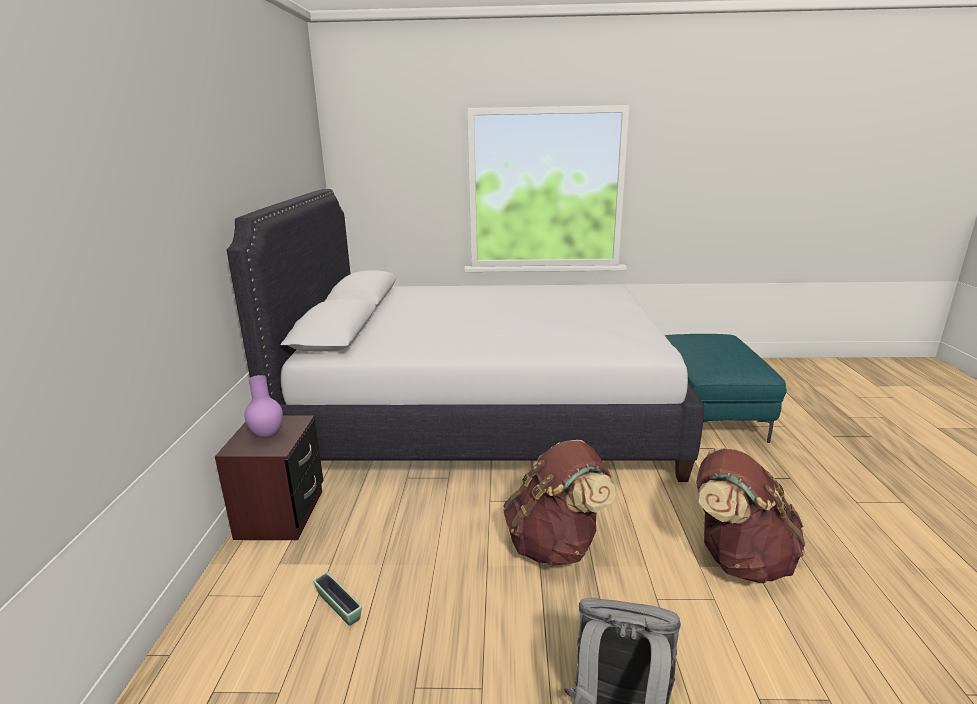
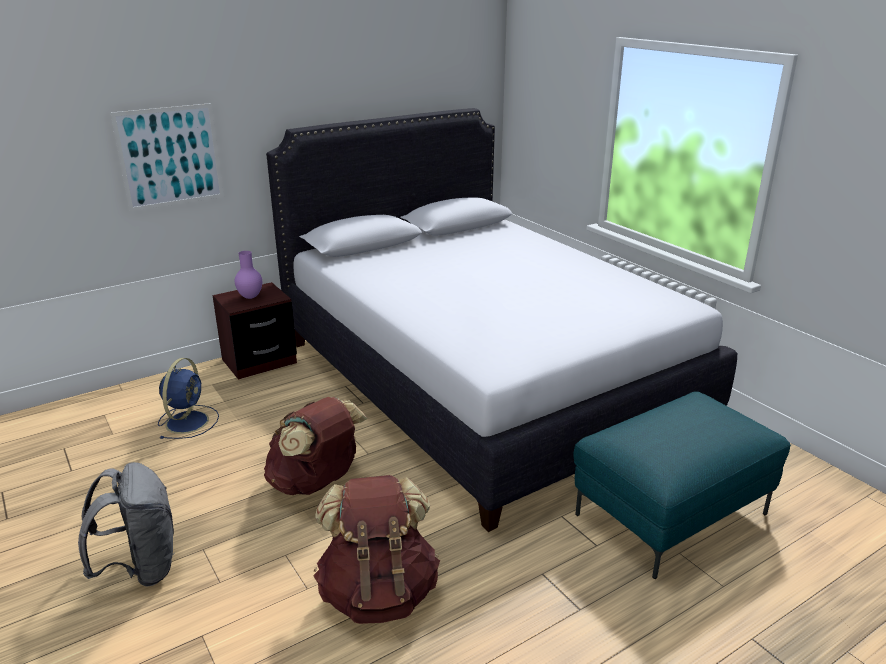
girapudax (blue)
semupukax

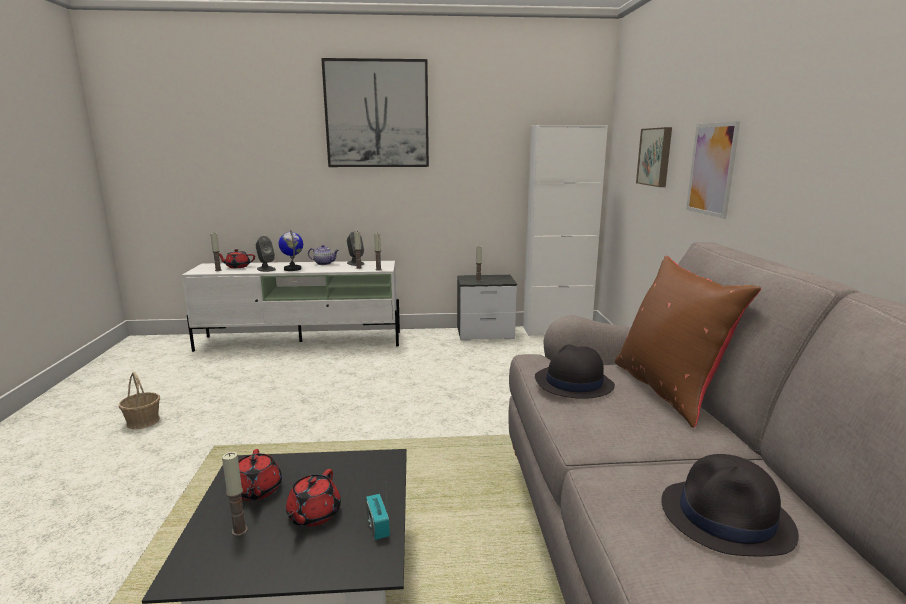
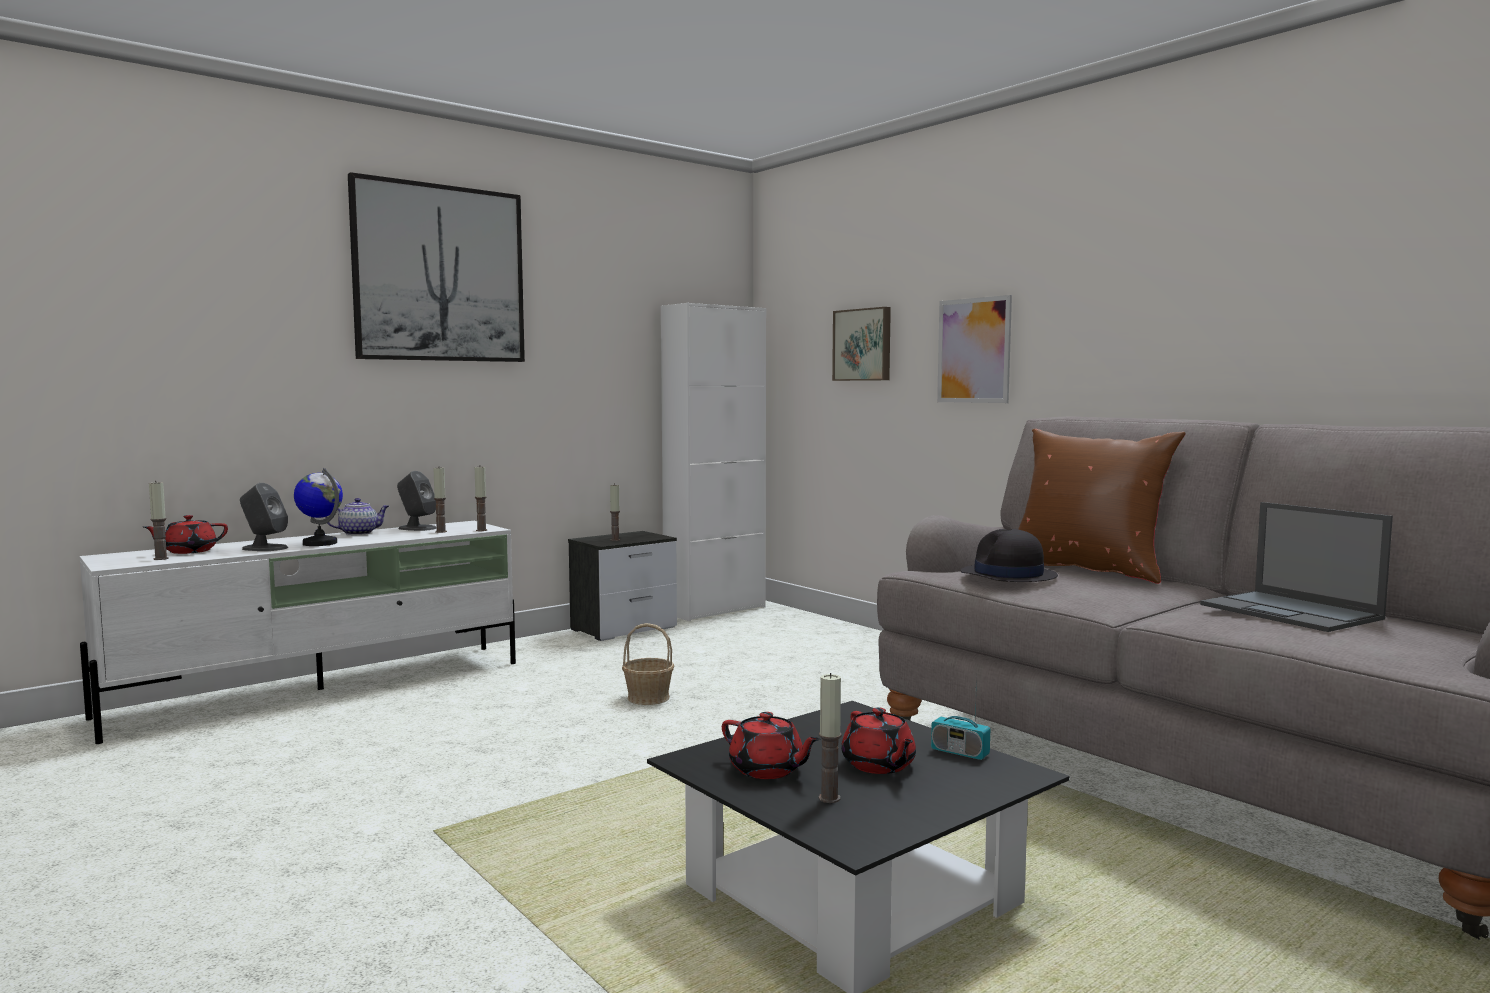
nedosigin
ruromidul

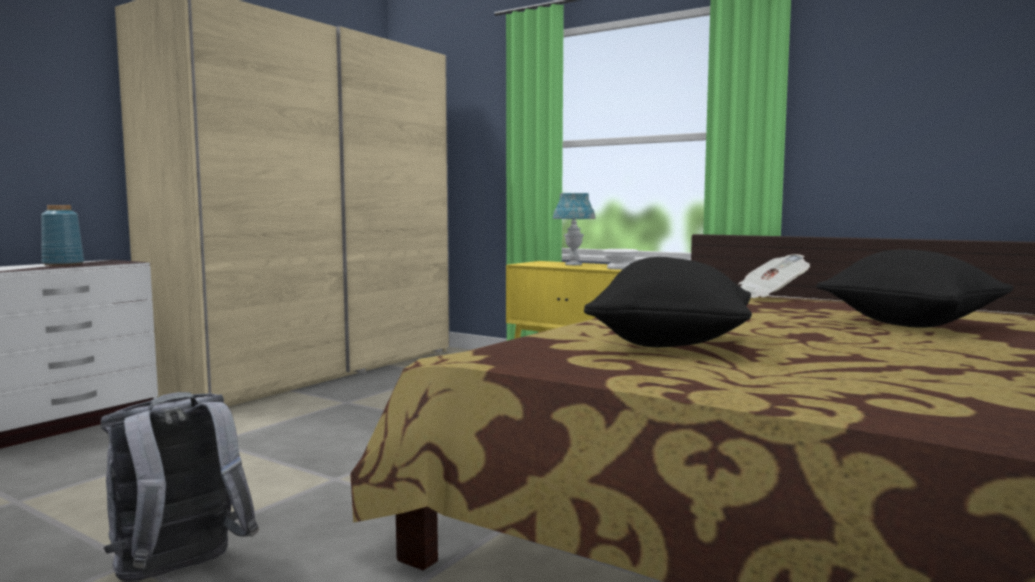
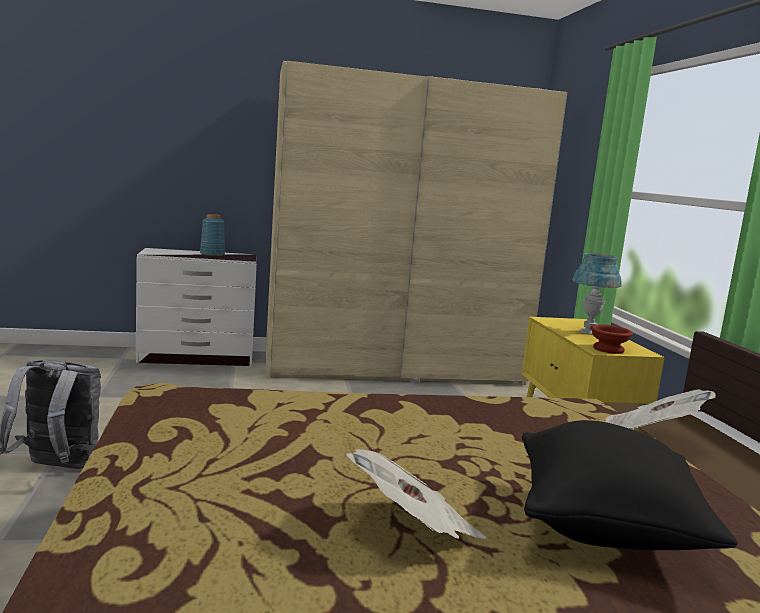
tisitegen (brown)
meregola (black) (1st from left in the first image)
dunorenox (1st from left)

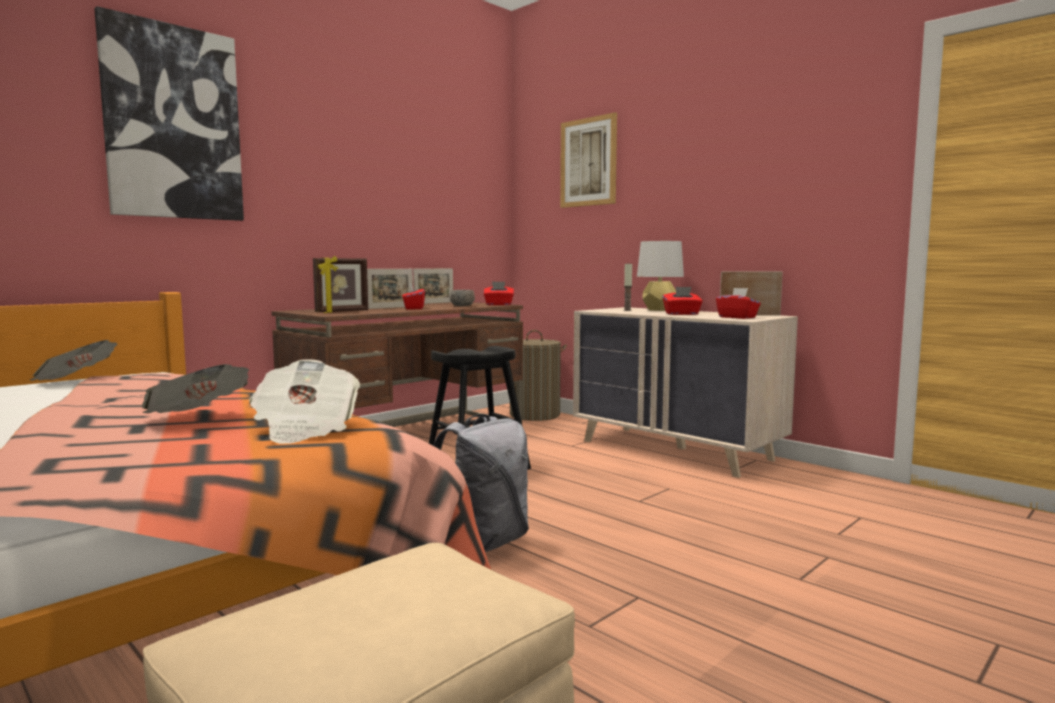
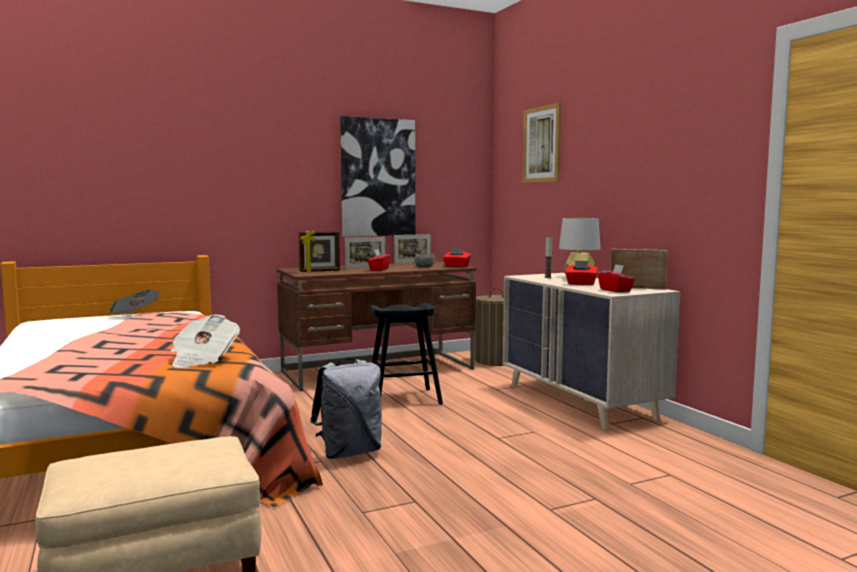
semupukax (1st from left)
dunorenox (2nd from left in the first image)

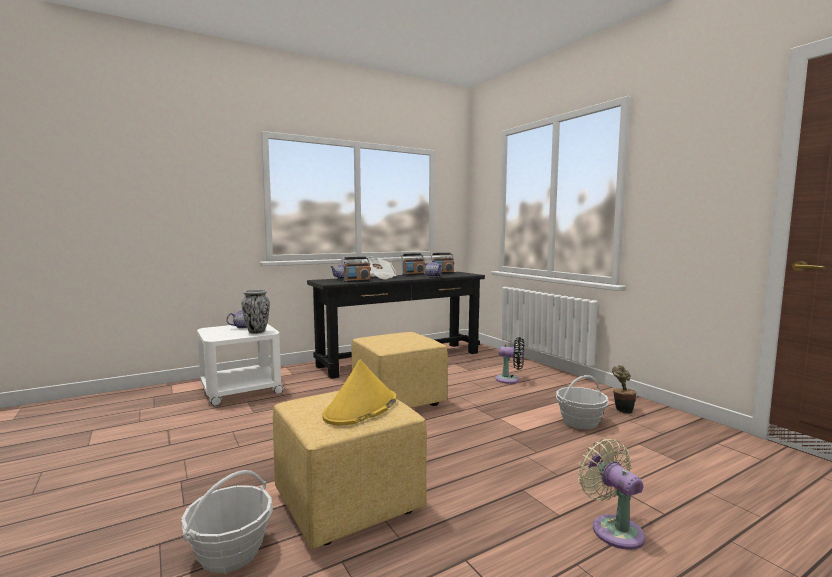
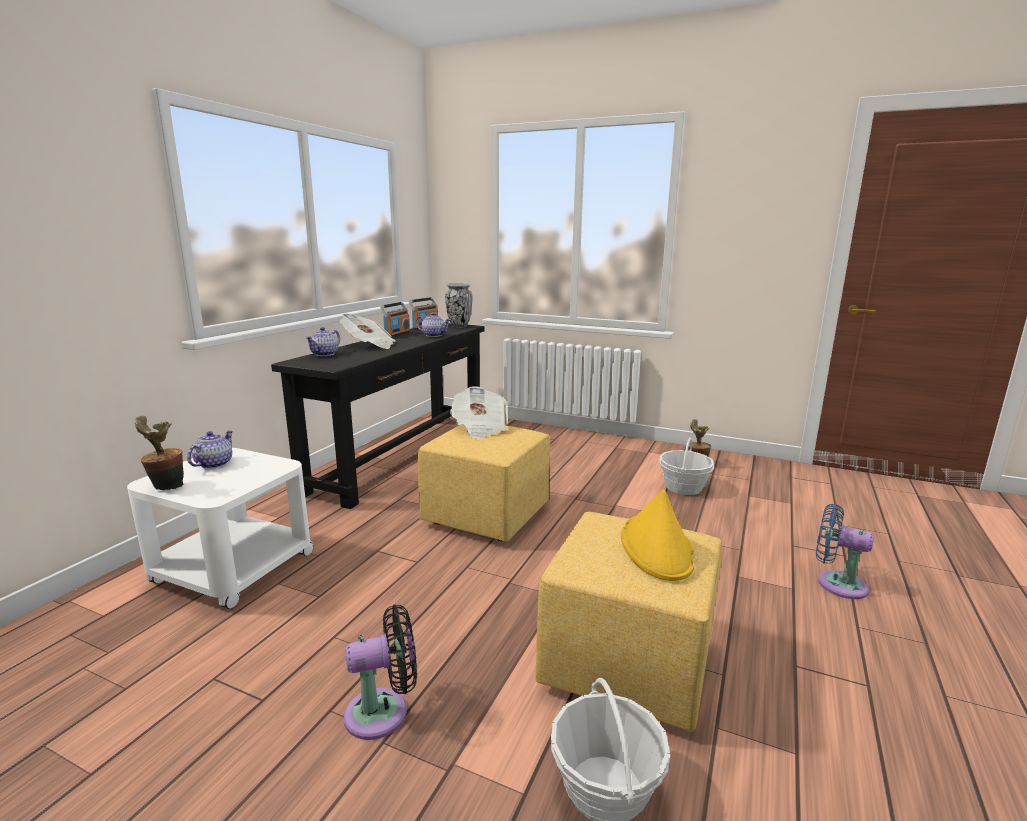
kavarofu (1st from left in the first image)
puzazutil
girapudax (black)
girapudax (blue)
dunorenox (2nd from left)
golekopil (1st from left)

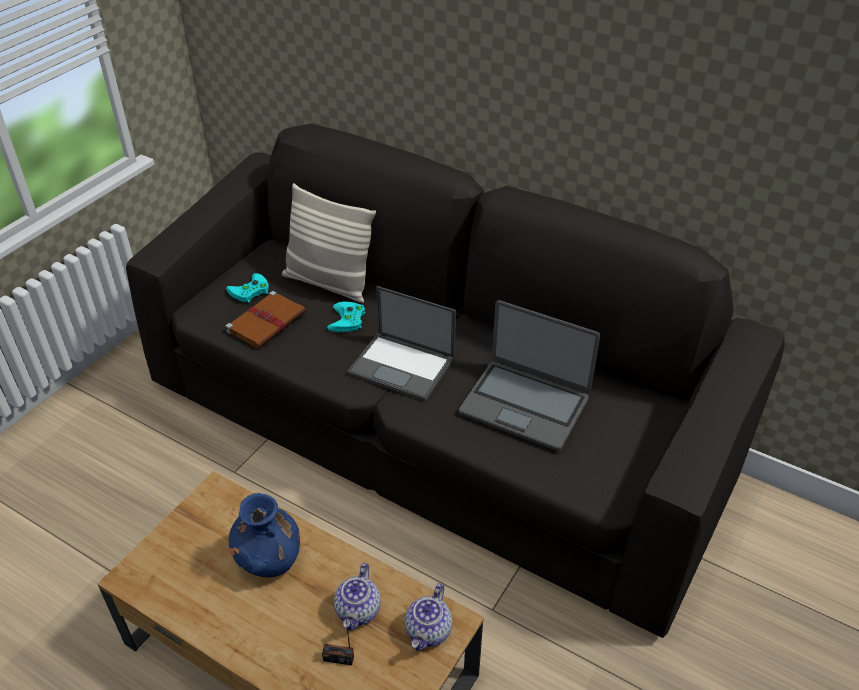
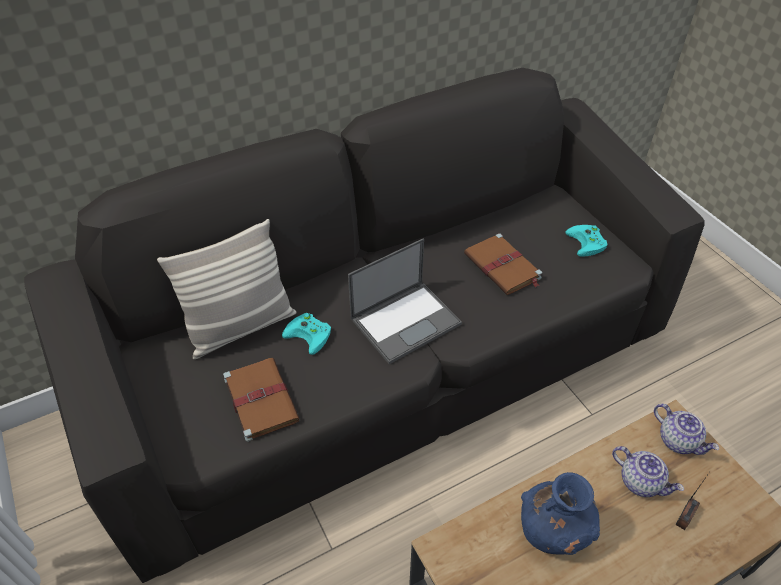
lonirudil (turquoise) (2nd from left)
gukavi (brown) (2nd from left)

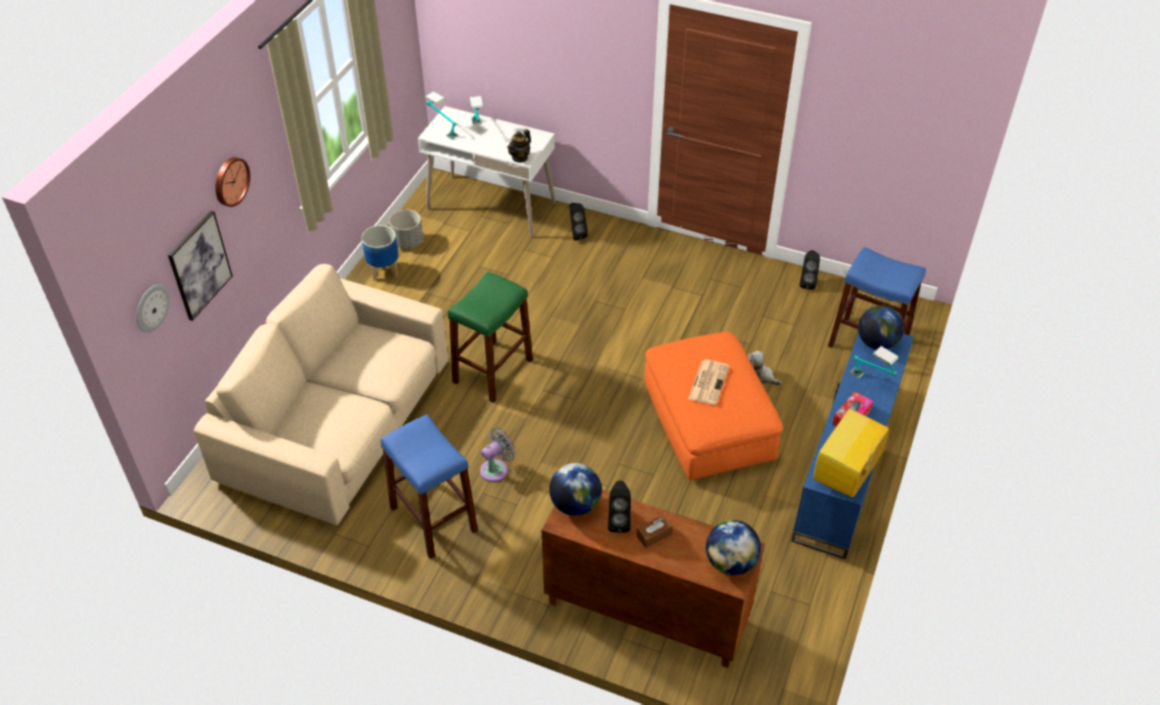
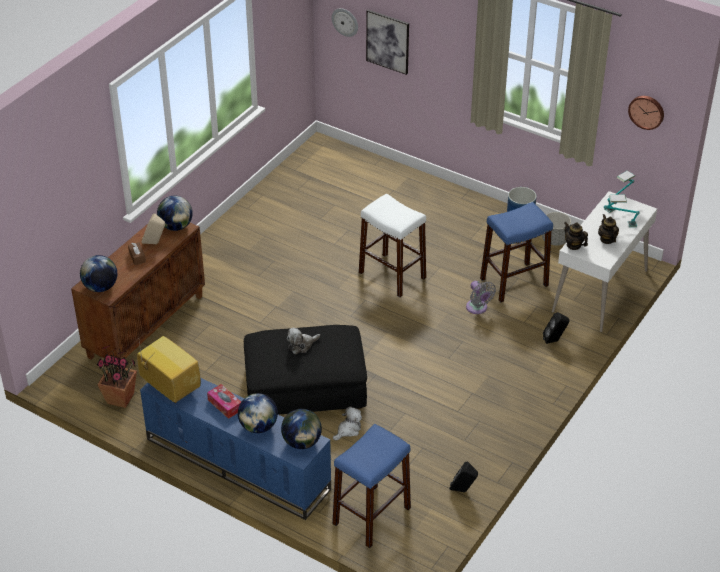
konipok (2nd from left)
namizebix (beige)
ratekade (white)
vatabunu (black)
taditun (3rd from left)
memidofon (1st from left)
ratekade (blue) (2nd from left)
girapudax (grey)
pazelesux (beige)
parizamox (2nd from left)
golekopil

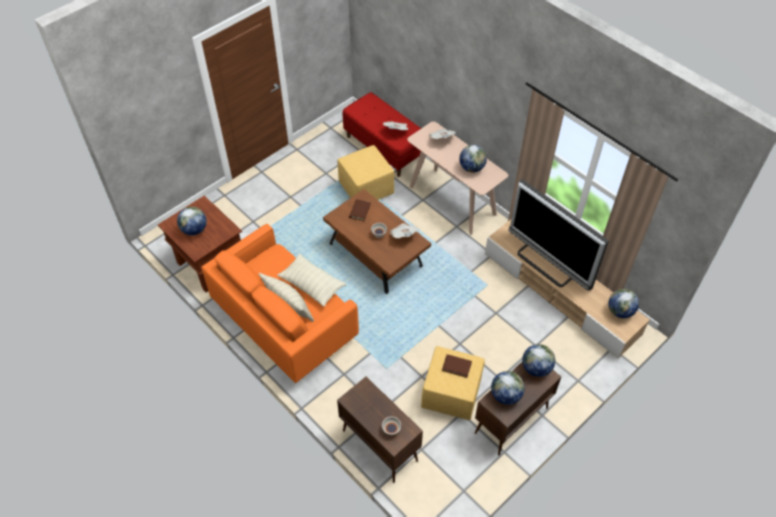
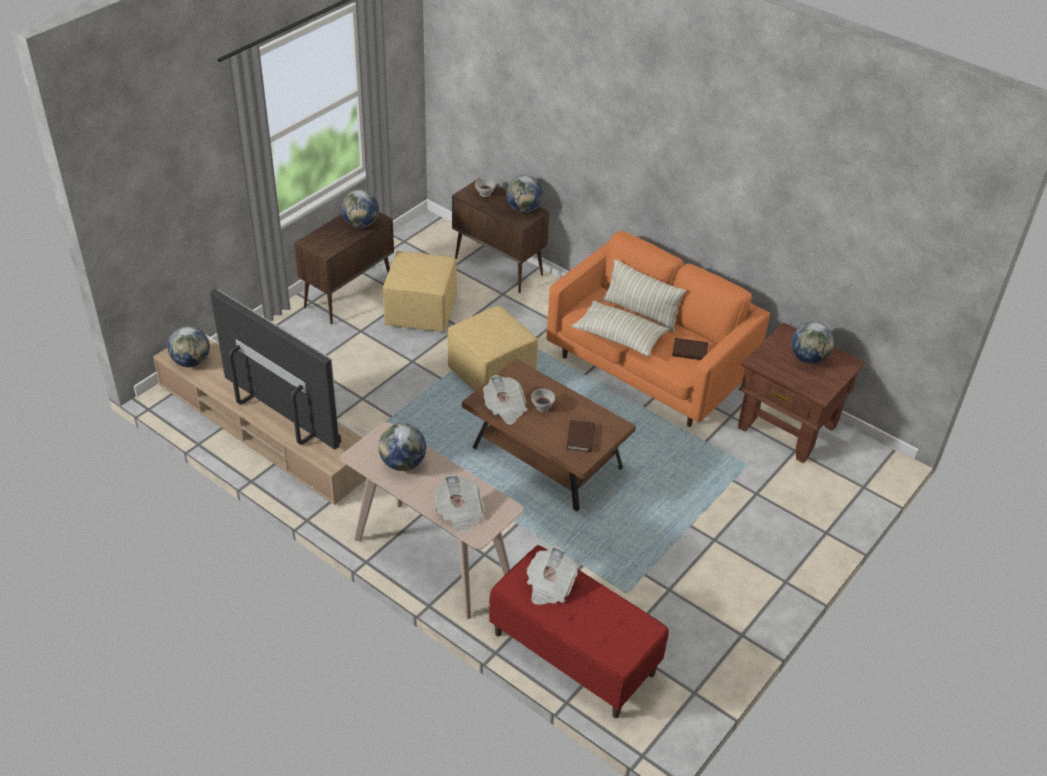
vatabunu (yellow) (2nd from left)
taditun (4th from left)
gukavi (brown) (2nd from left)

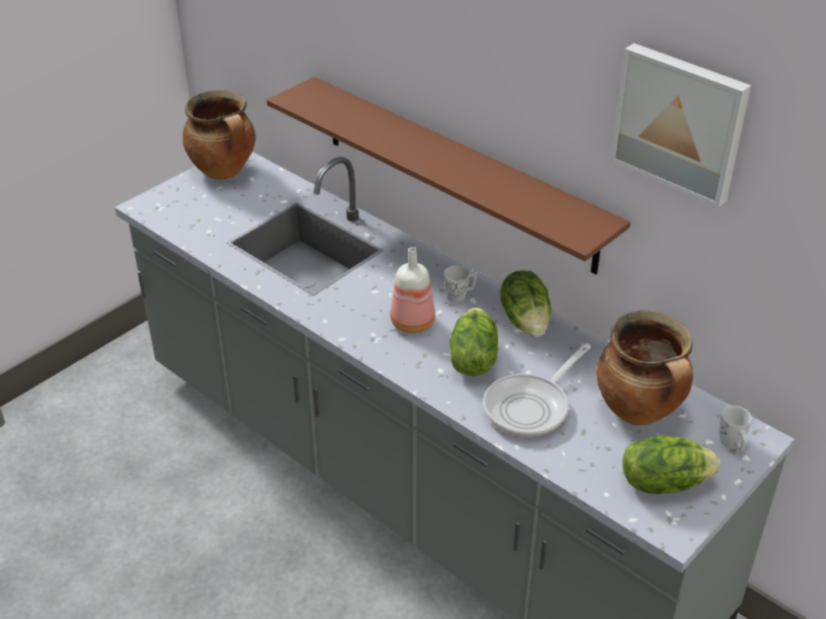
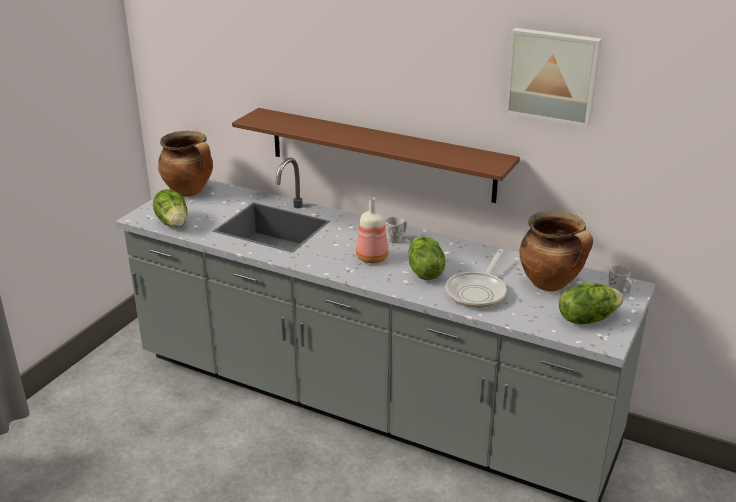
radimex (1st from left)

